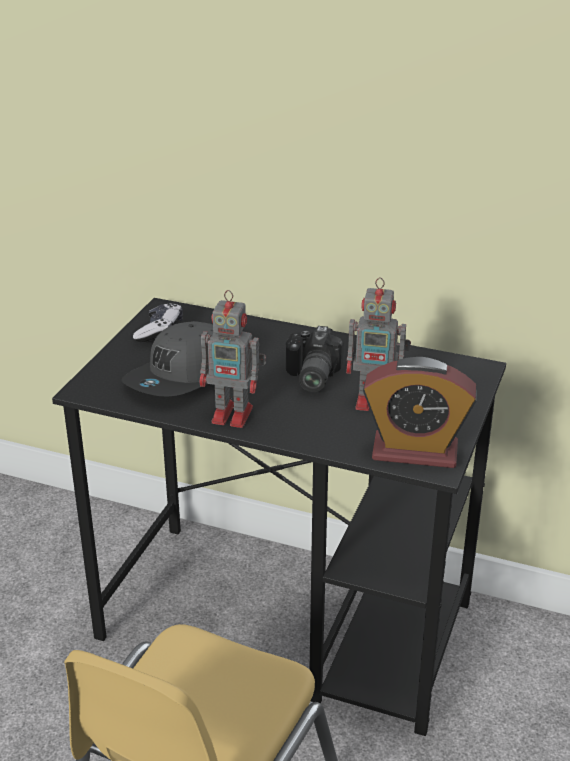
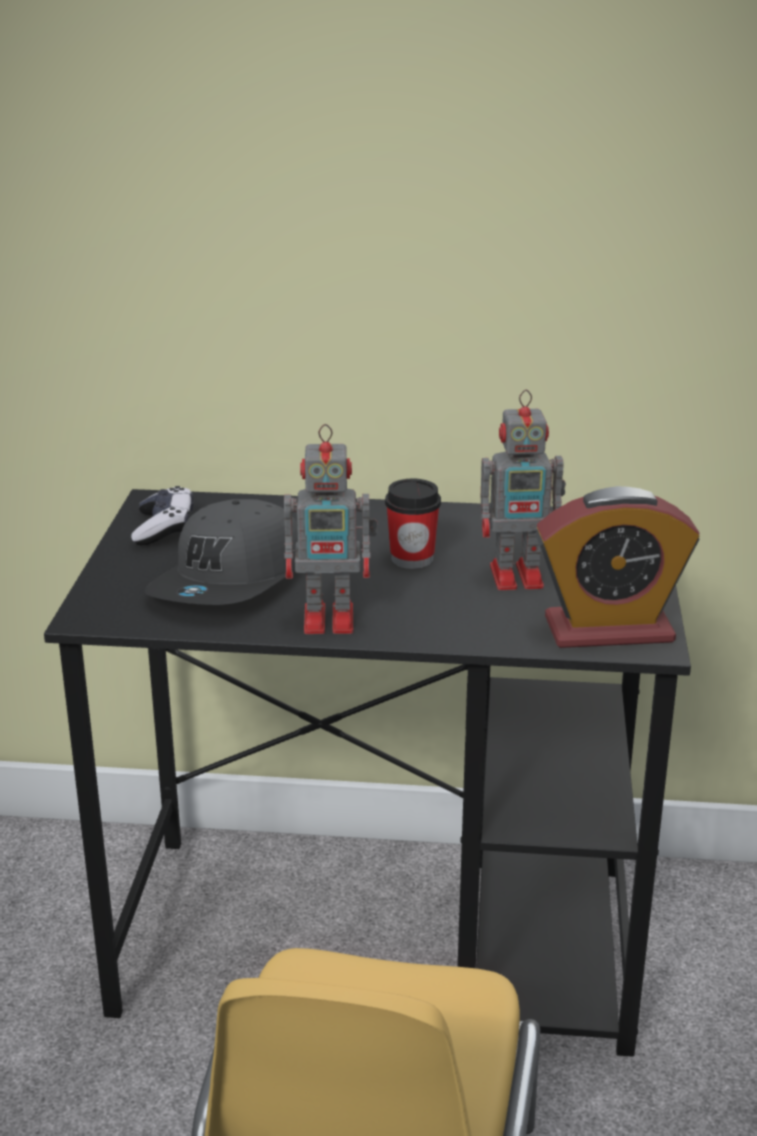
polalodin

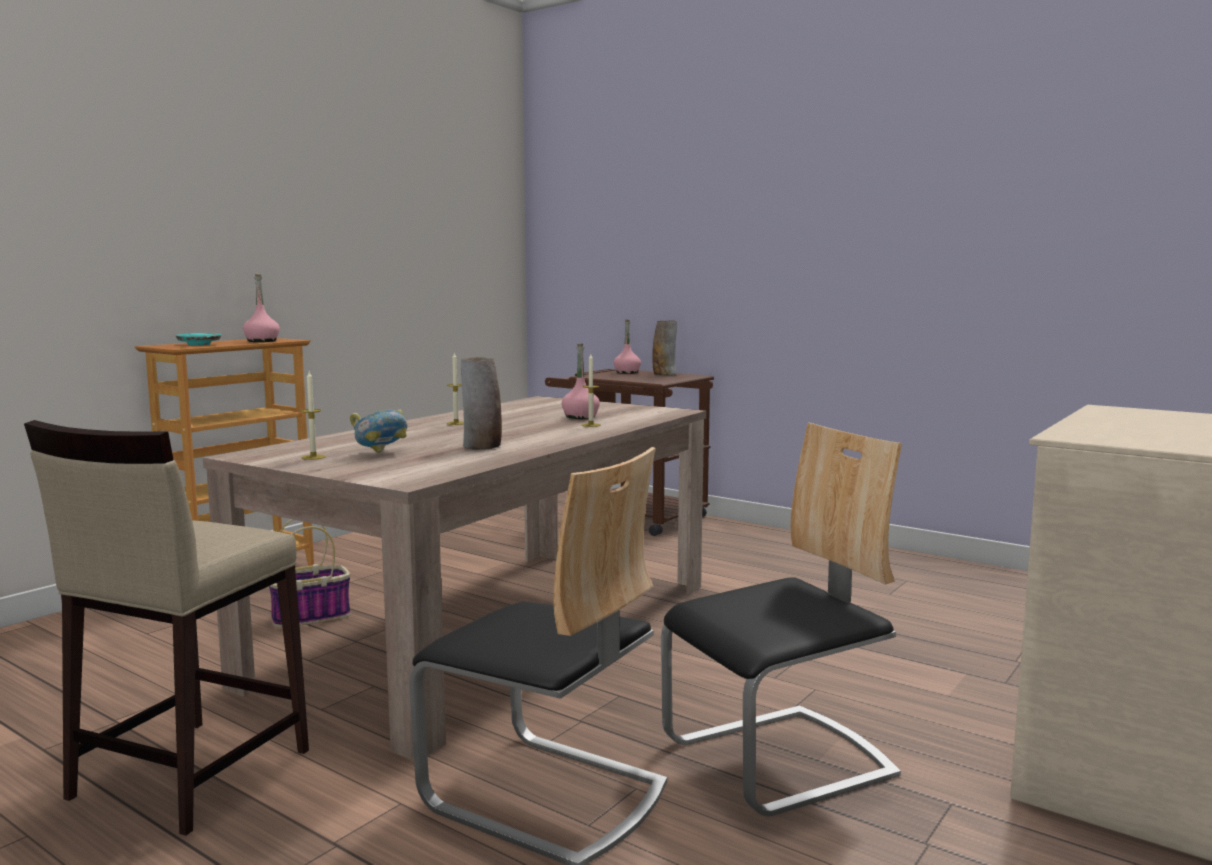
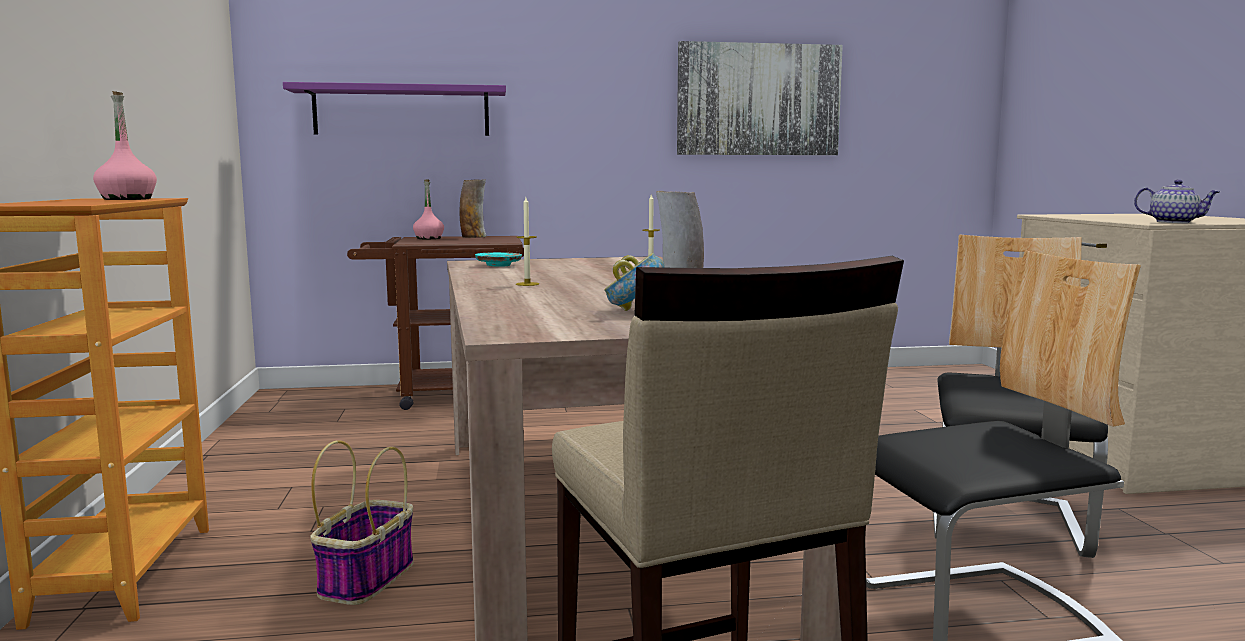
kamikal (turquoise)
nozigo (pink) (2nd from left in the first image)
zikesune (1st from left in the first image)
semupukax
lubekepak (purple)
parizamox

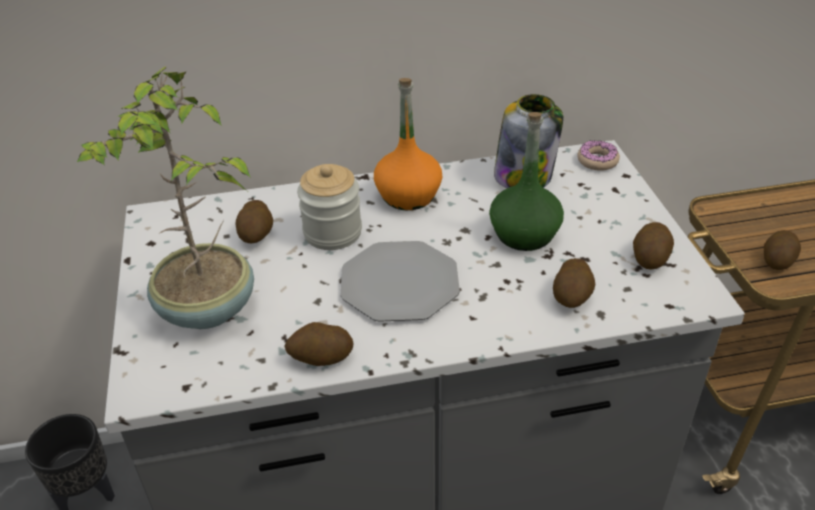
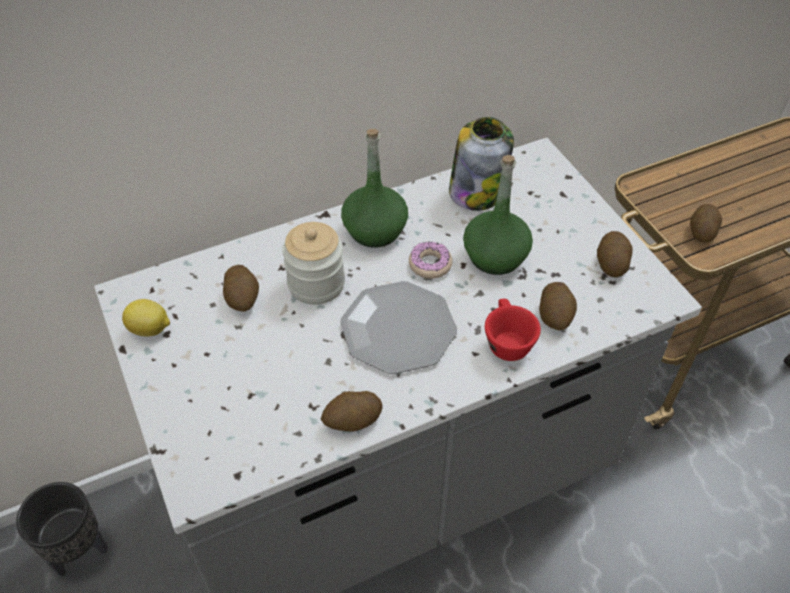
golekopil
nozigo (green) (1st from left)
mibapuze
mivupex
polalodin (red)

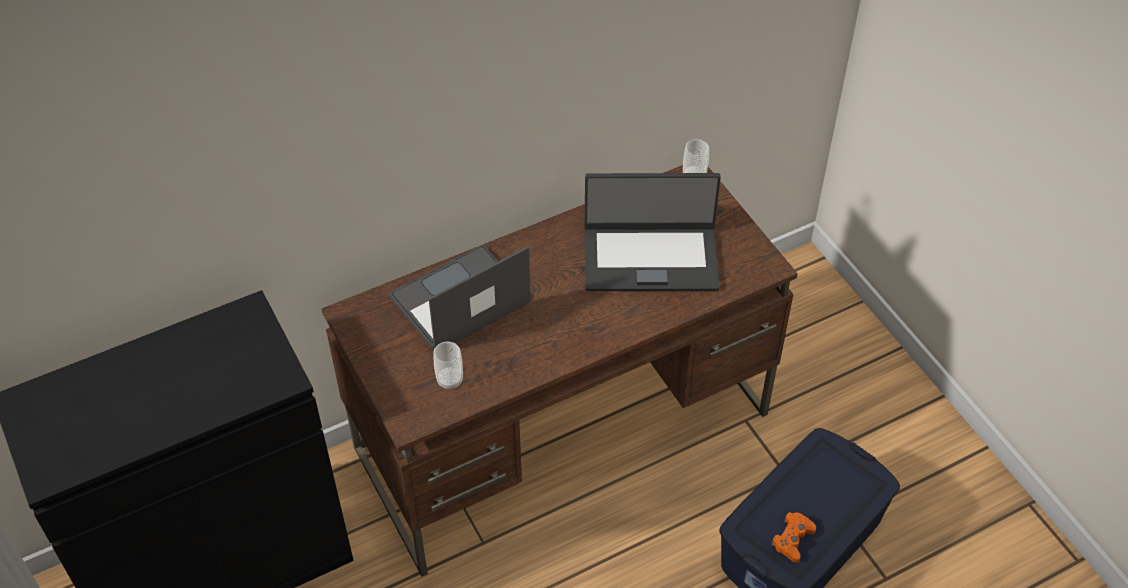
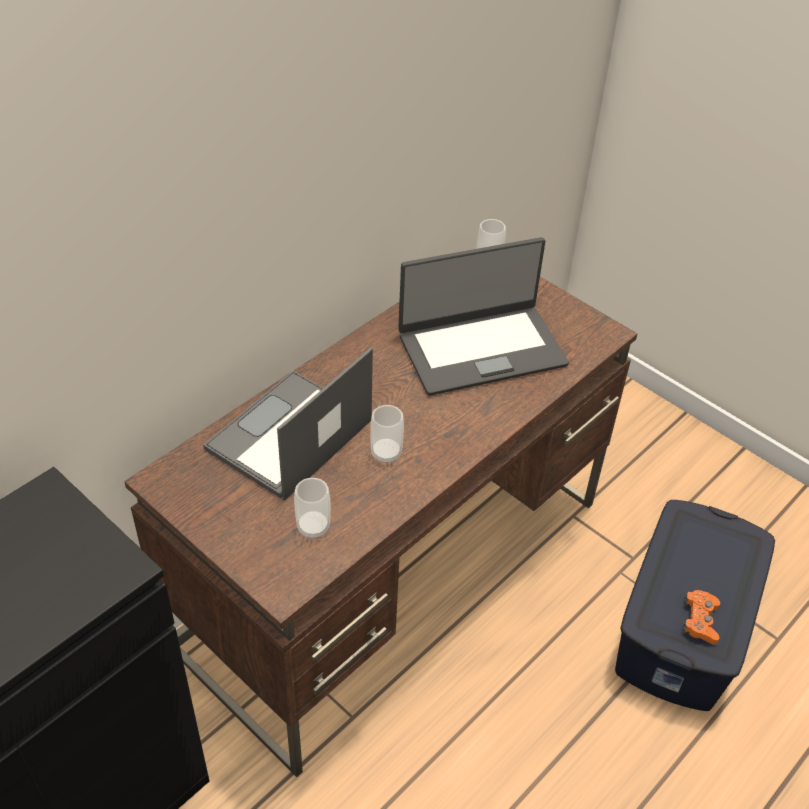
polalodin (2nd from left)

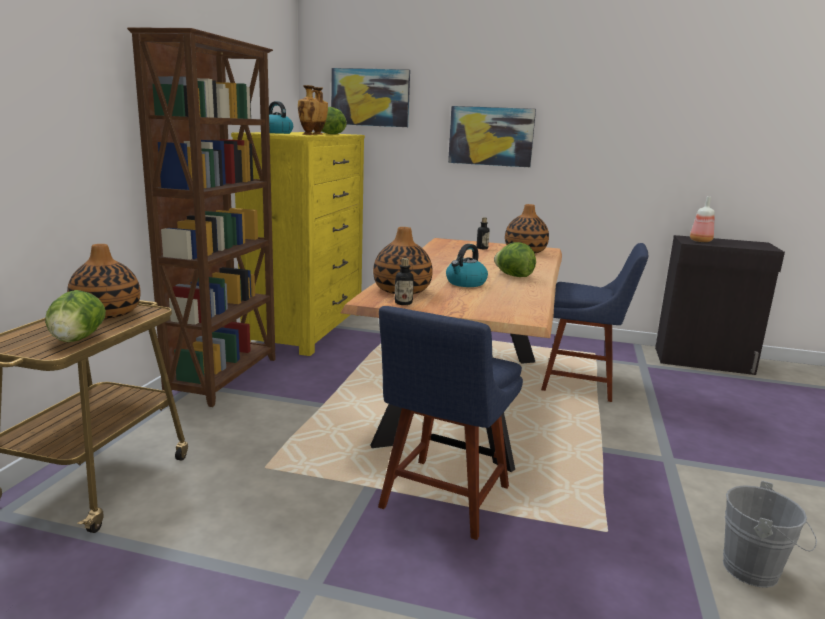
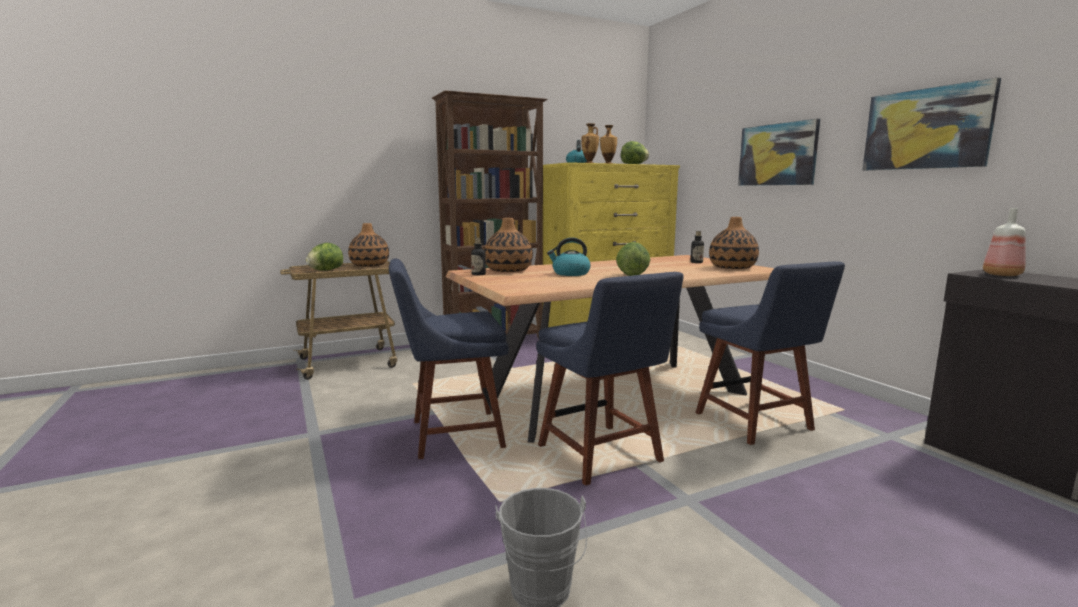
semupukax (2nd from left)
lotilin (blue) (2nd from left)

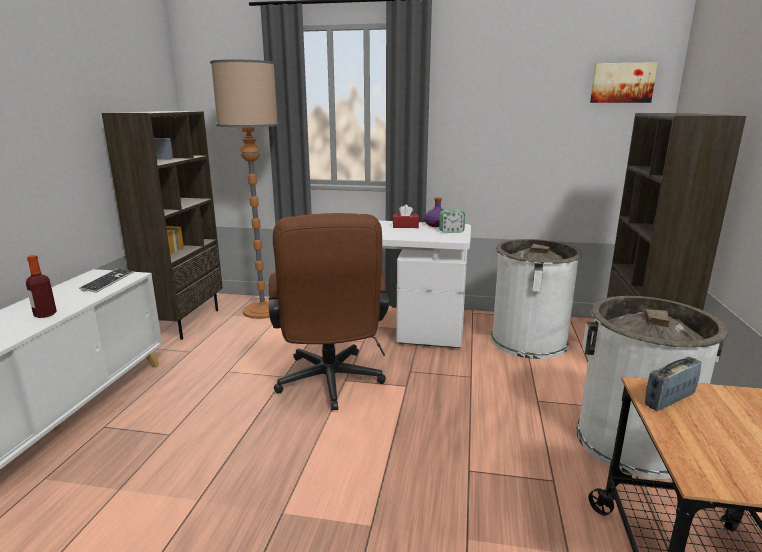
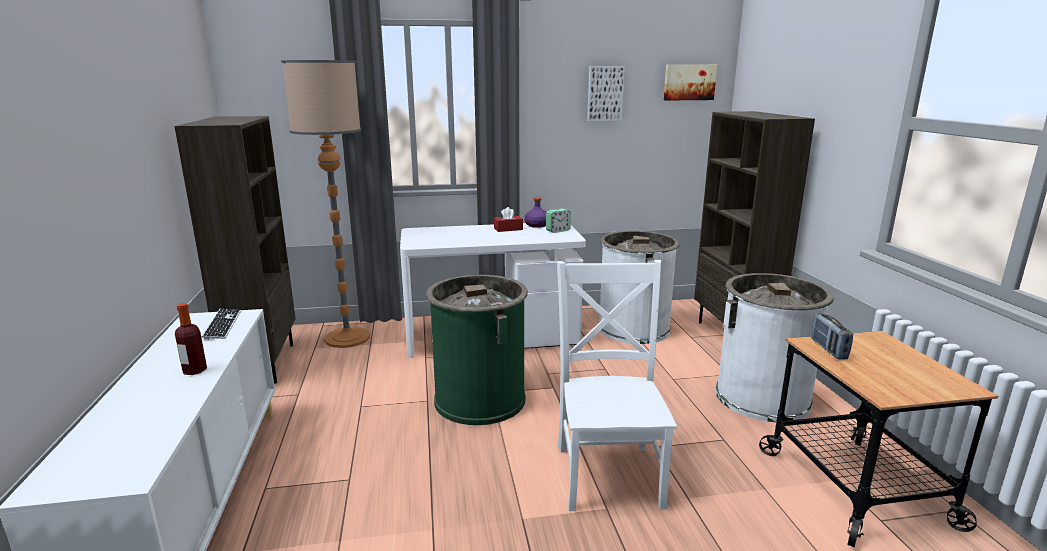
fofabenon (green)
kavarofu
semupukax (1st from left)
lotilin (white)

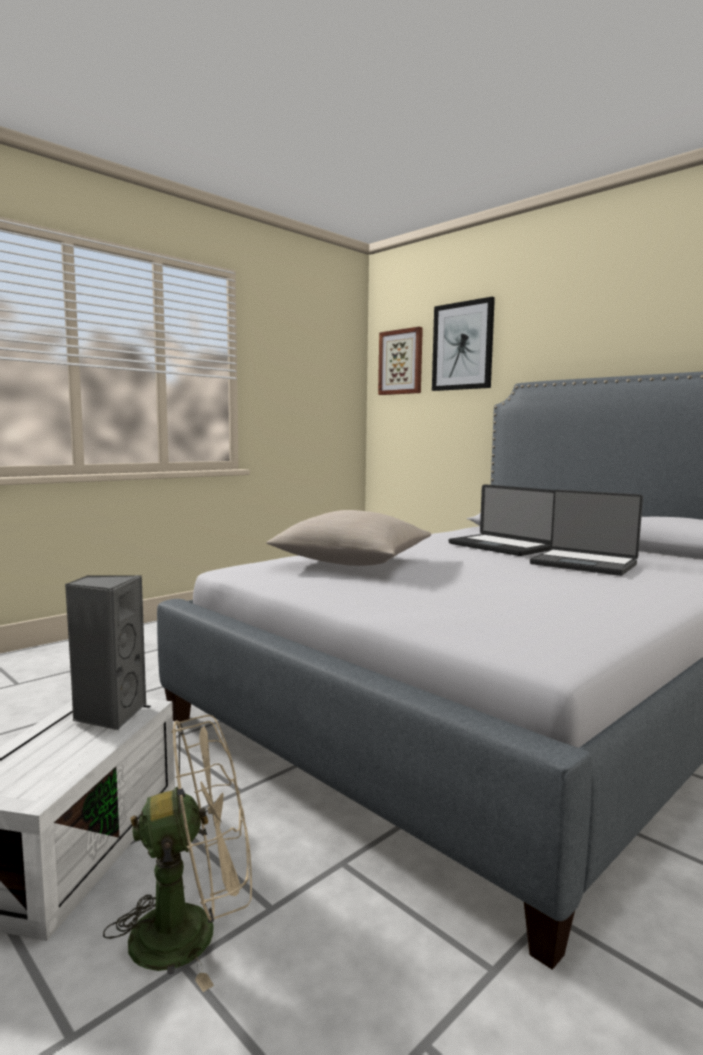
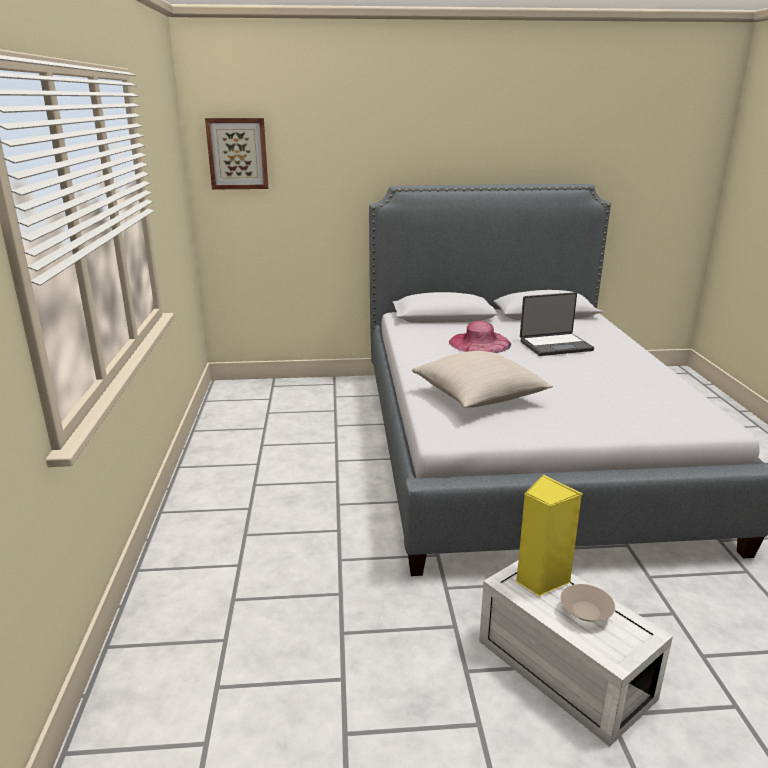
semupukax (2nd from left in the first image)
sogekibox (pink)
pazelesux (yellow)
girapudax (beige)
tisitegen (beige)

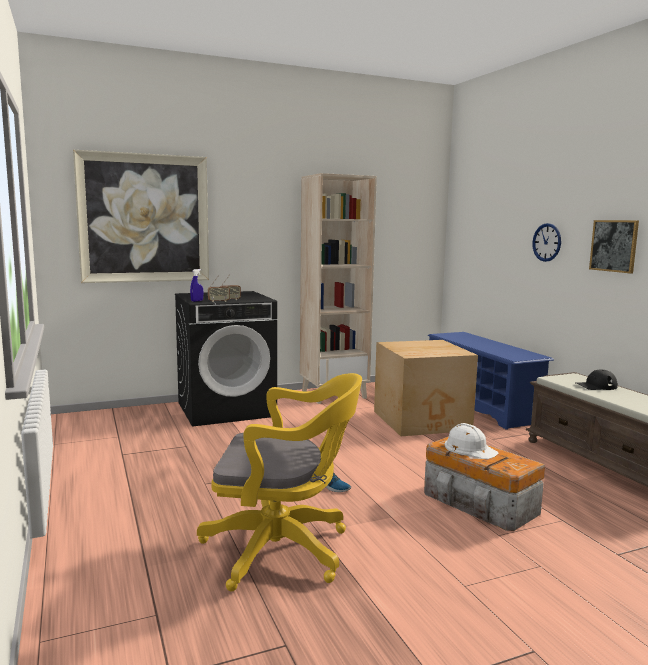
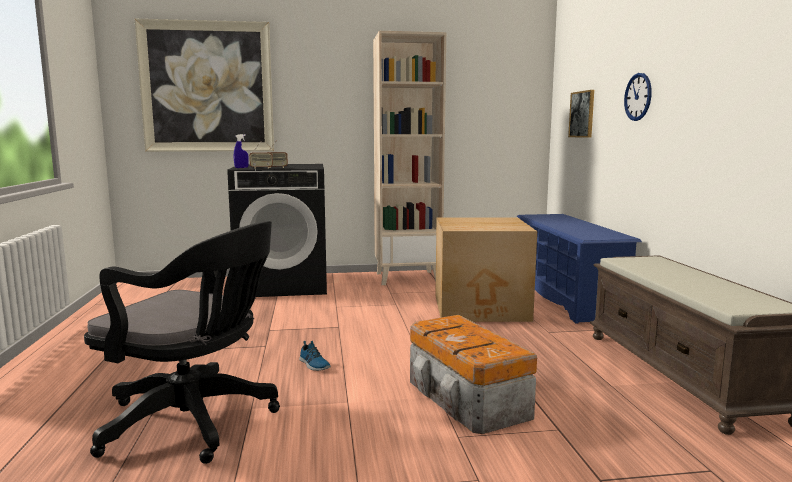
semupukax (2nd from left)
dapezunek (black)
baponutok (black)
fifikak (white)

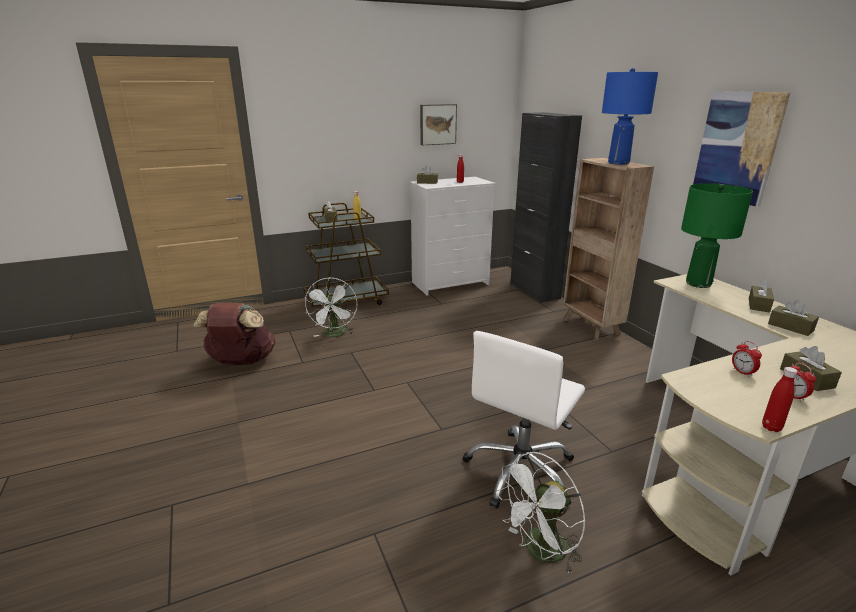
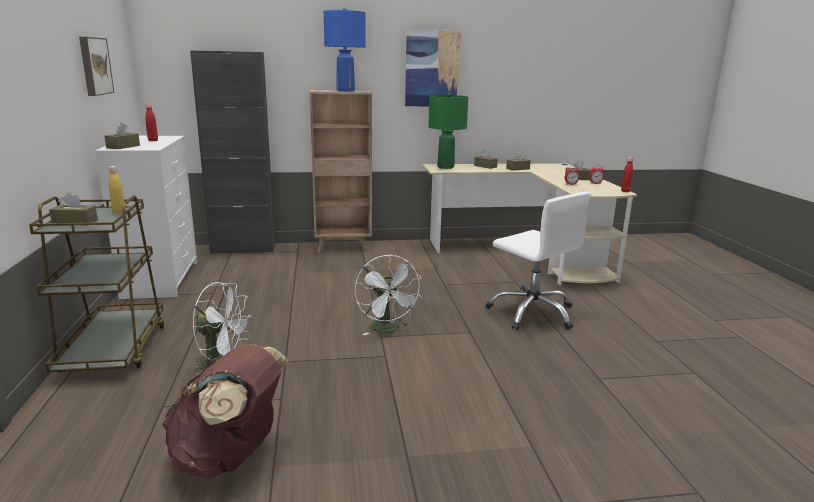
girapudax (white) (2nd from left)

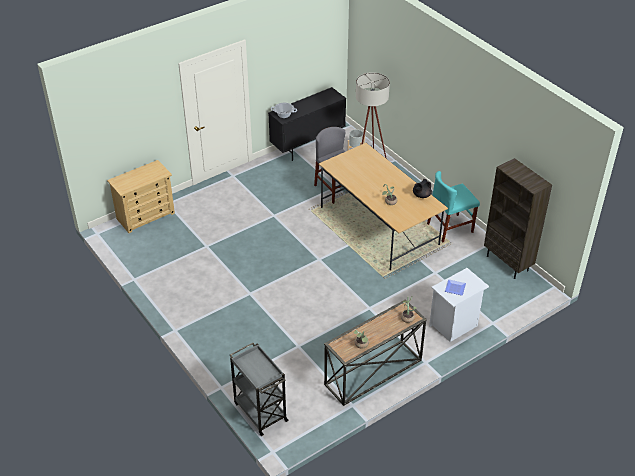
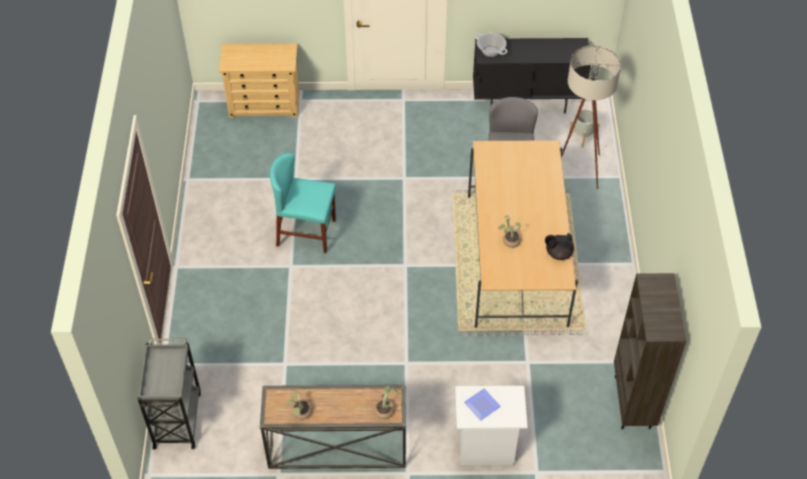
lotilin (turquoise)

